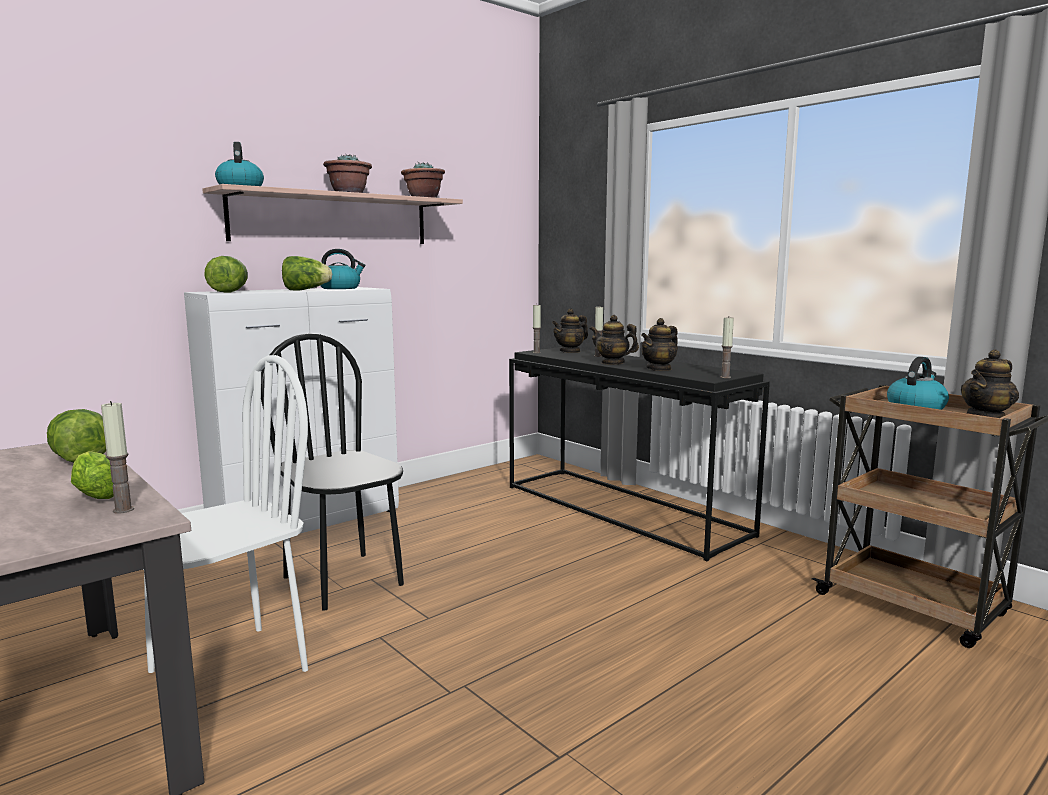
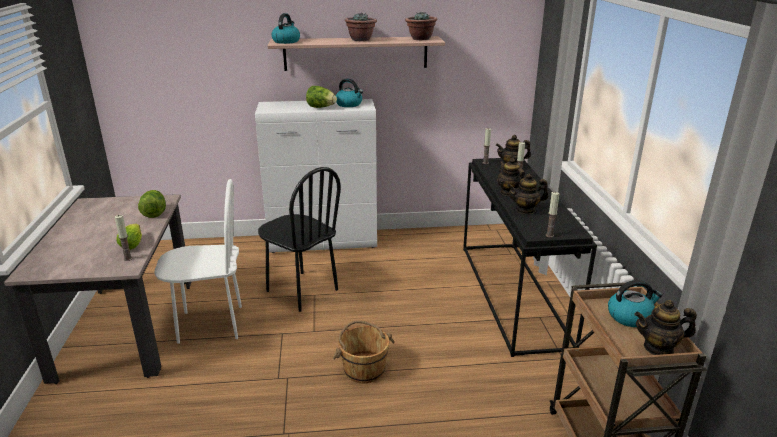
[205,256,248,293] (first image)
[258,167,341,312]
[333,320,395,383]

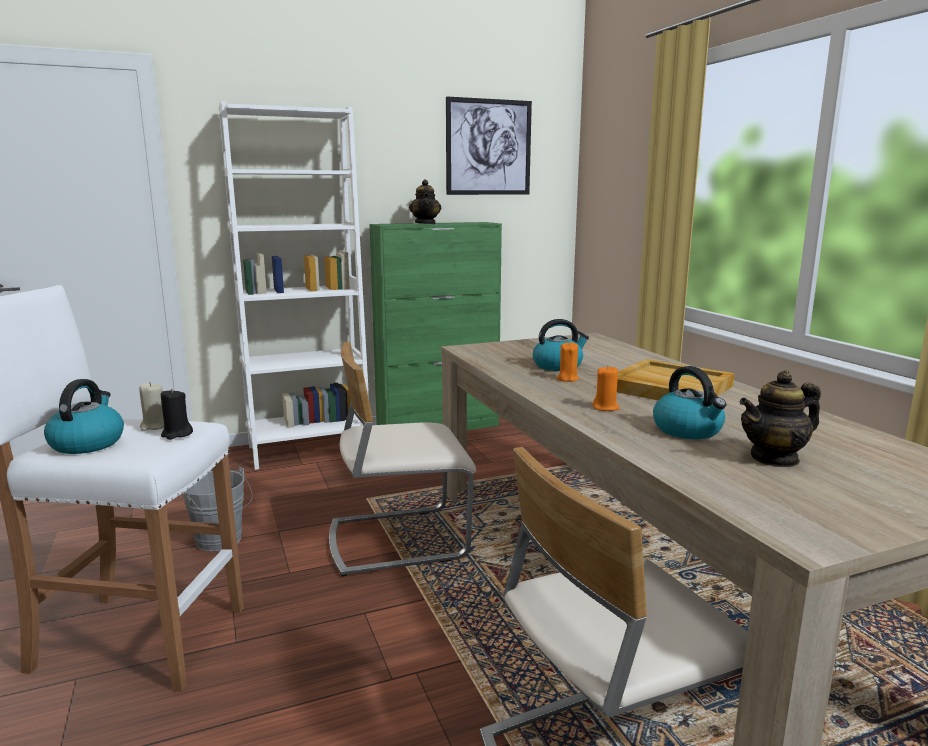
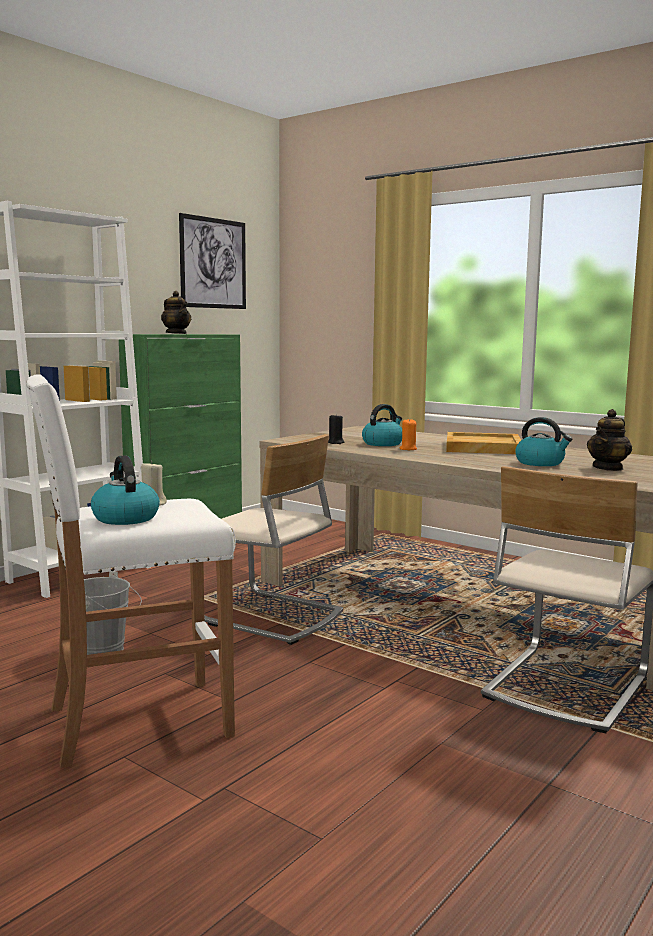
[328,413,344,444]
[204,434,343,645]
[593,365,620,411] (first image)

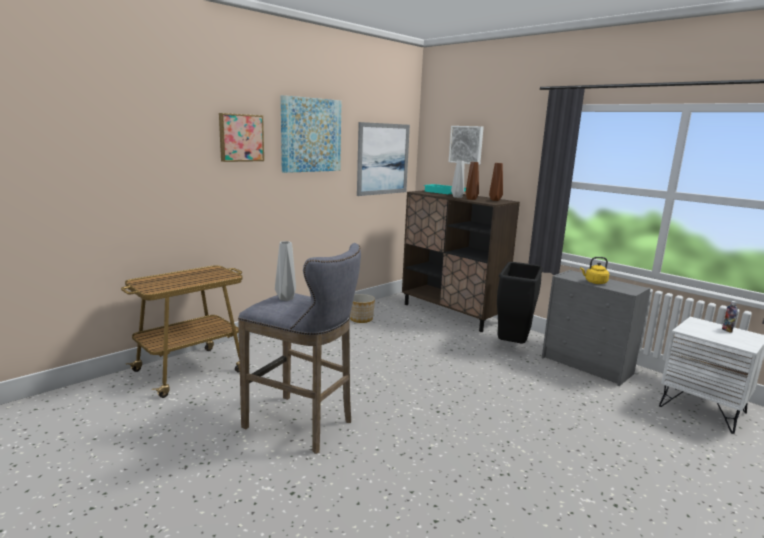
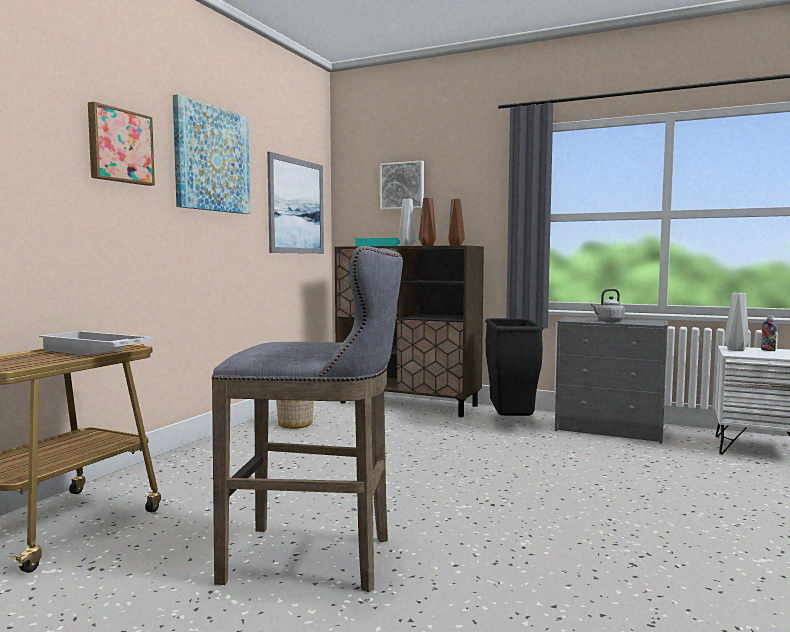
[725,292,749,351]
[591,289,625,322]
[39,331,152,355]

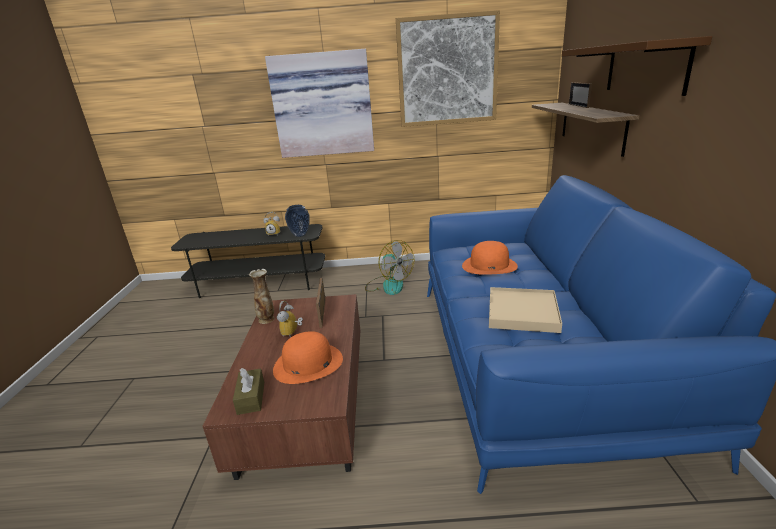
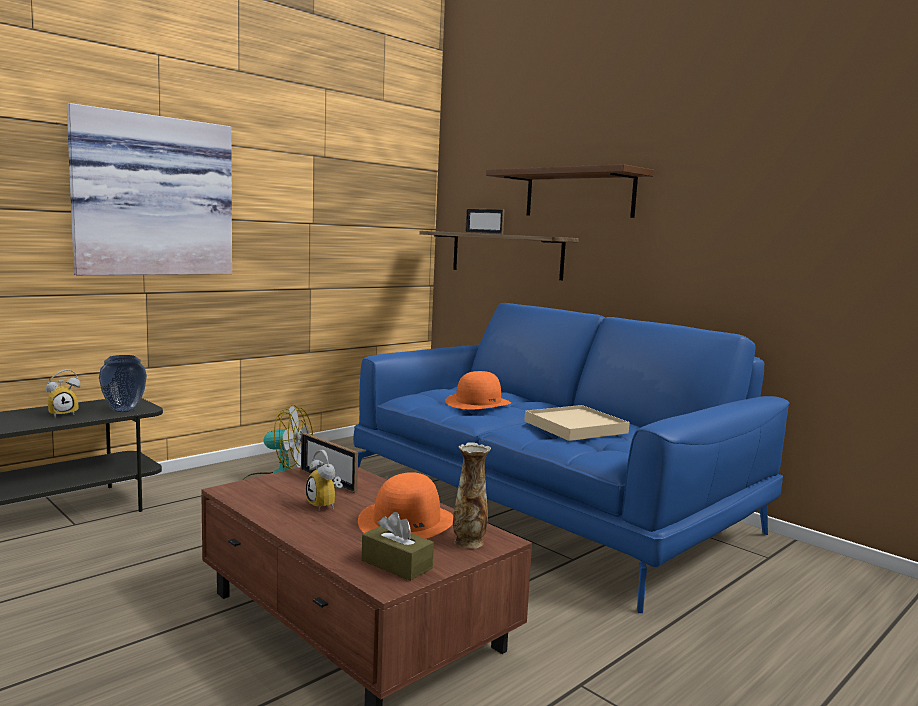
[453,442,491,549]
[396,10,500,127] (first image)

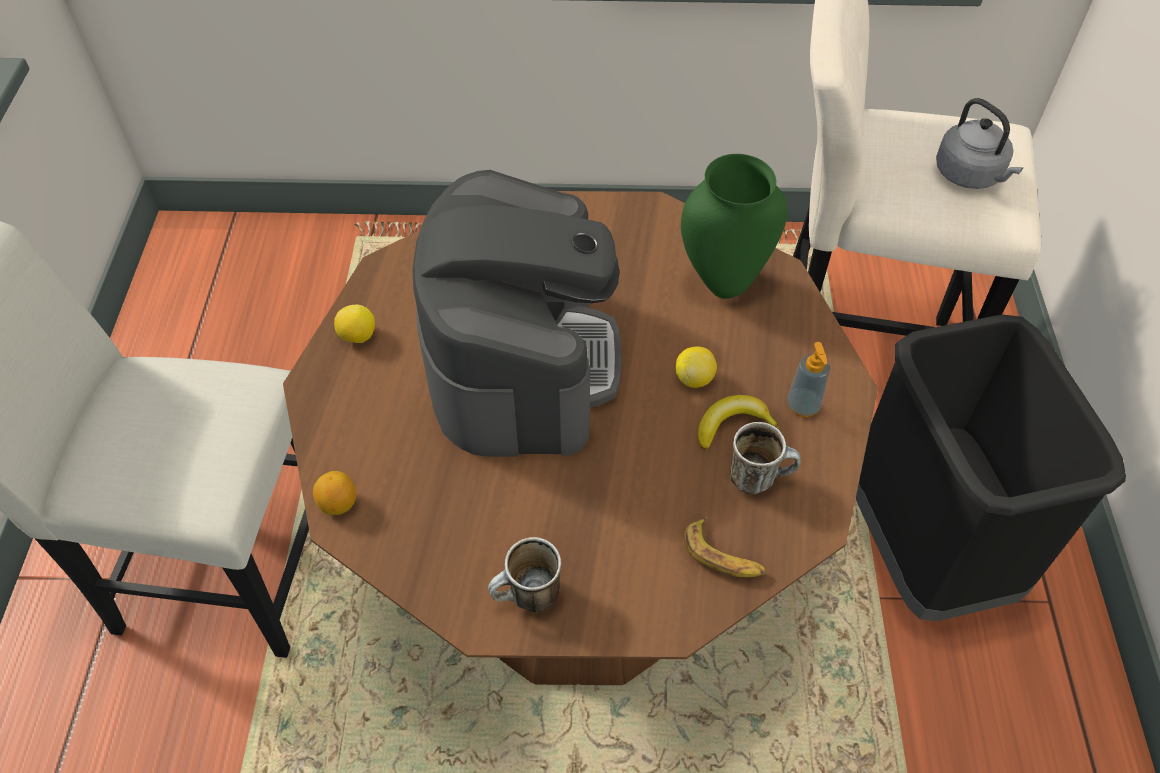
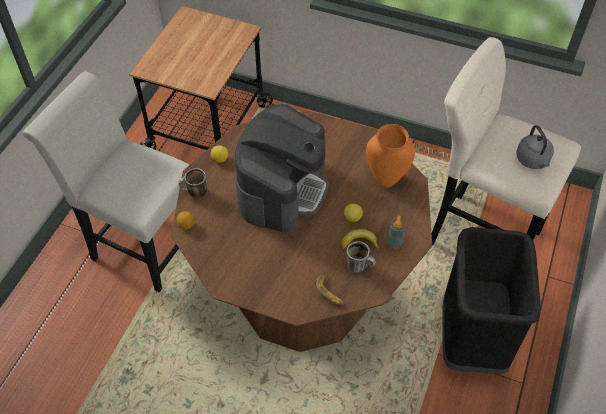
[178,168,207,198]
[366,124,415,187]
[129,6,273,150]

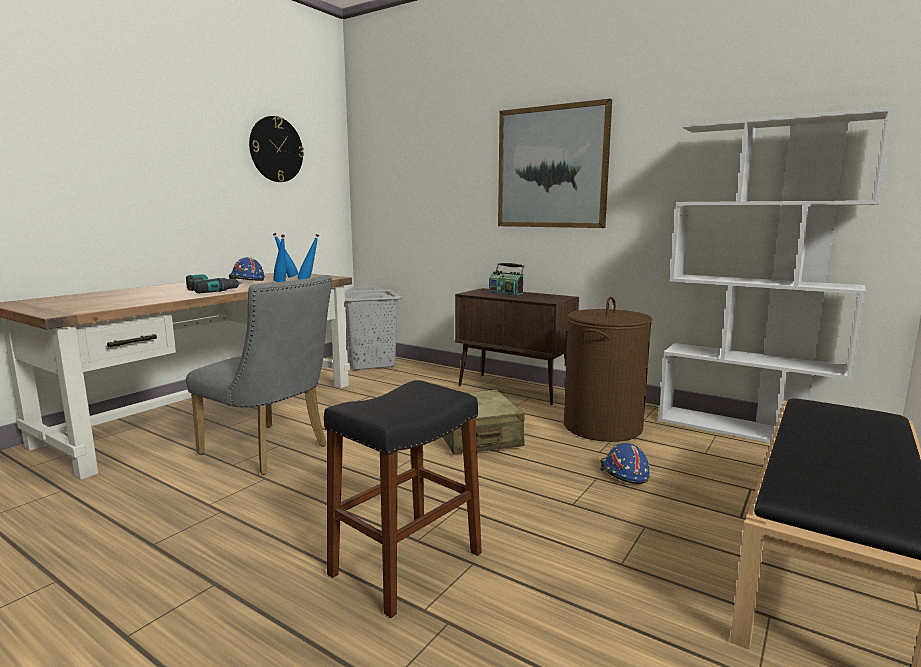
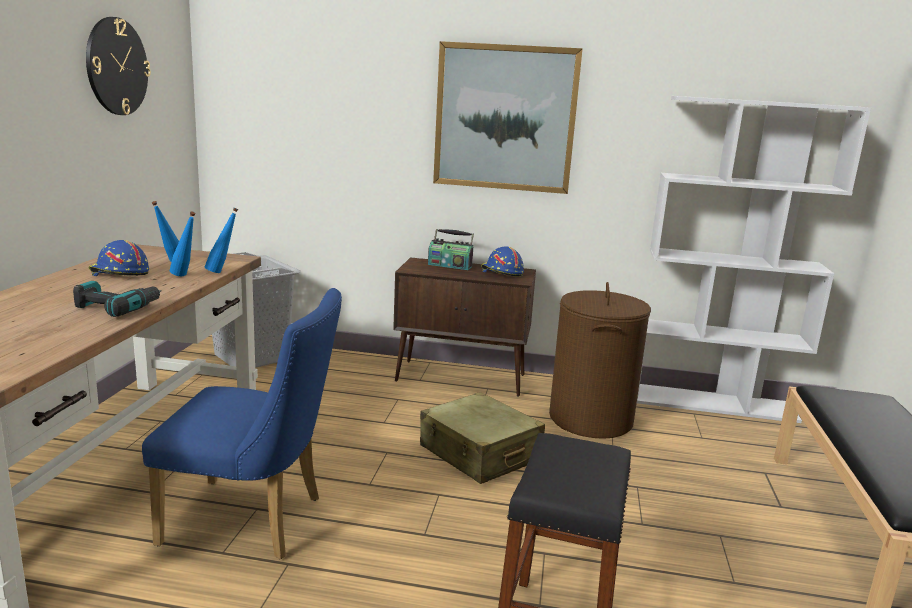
[142,288,342,559]
[481,246,524,276]

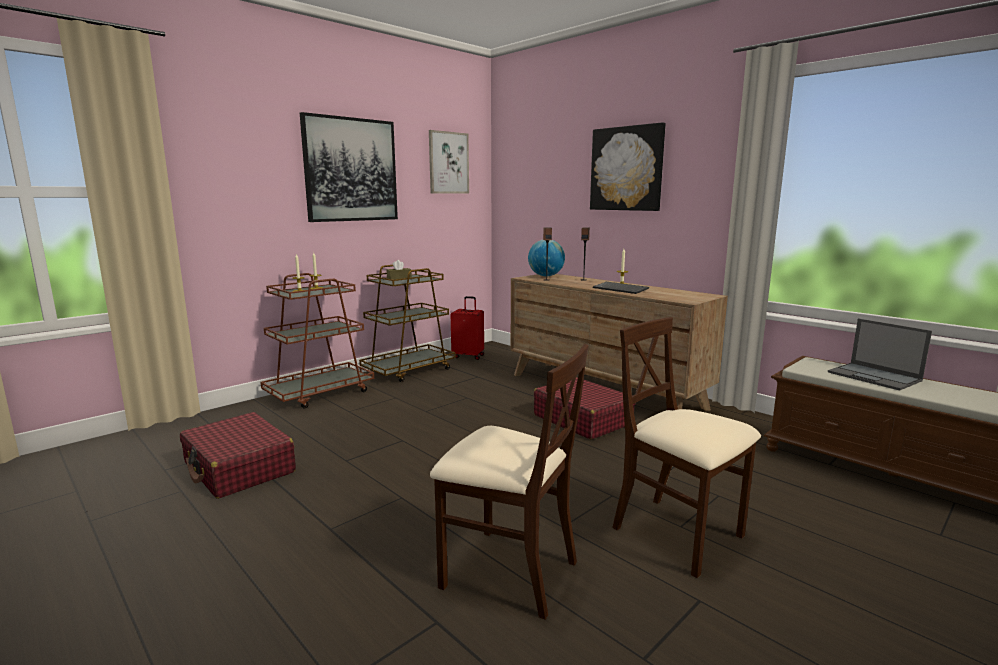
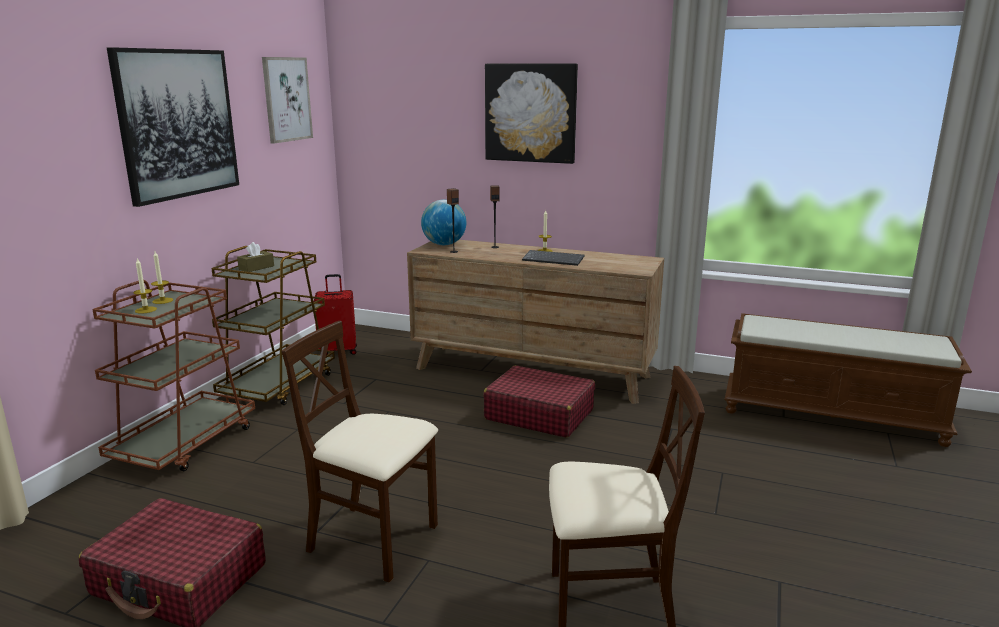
[281,321,438,583]
[828,318,932,391] (first image)

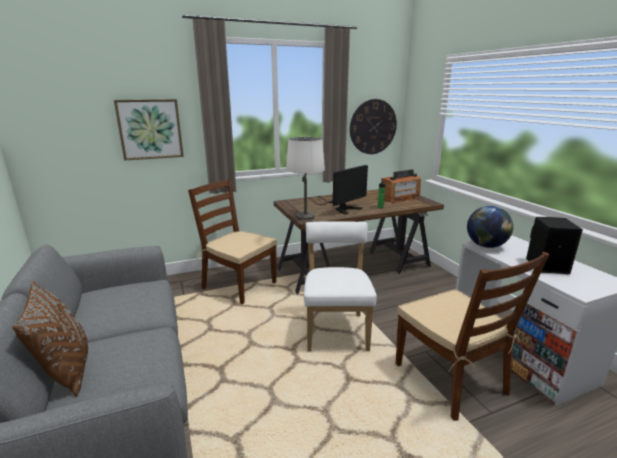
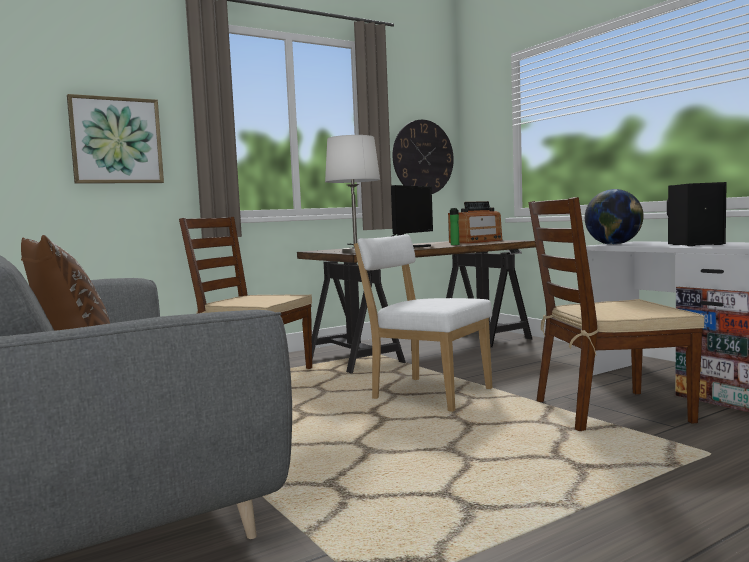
[354,234,492,412]
[528,197,705,431]

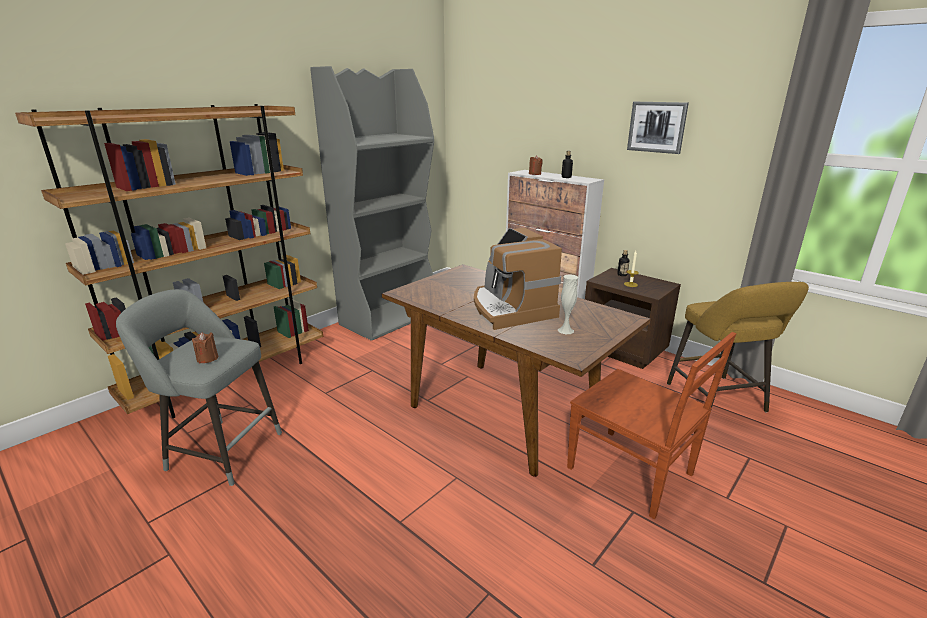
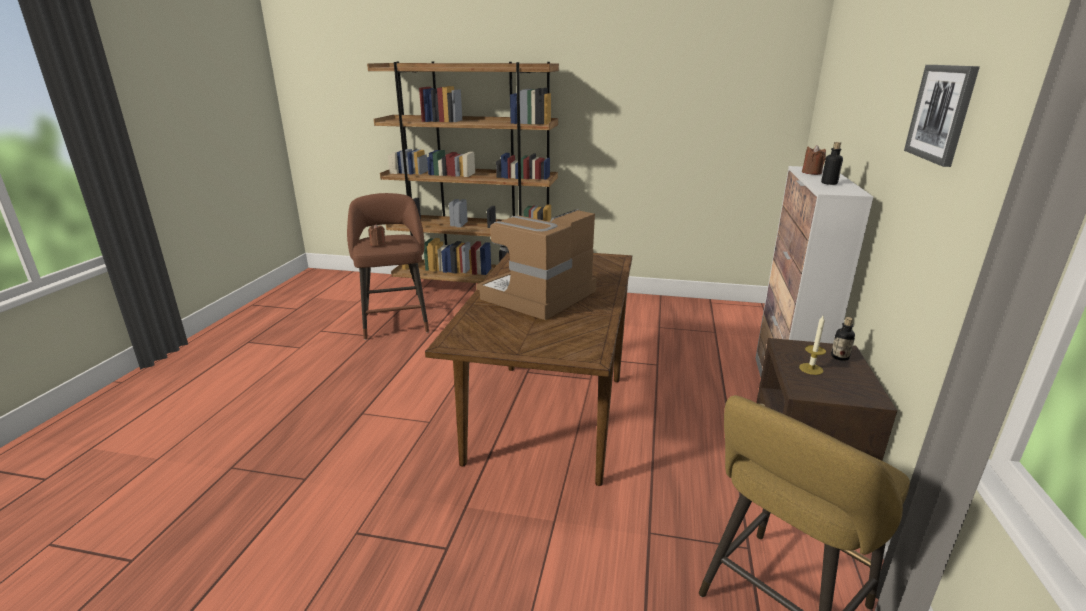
[347,193,429,340]
[310,66,434,341] (first image)
[558,274,578,334] (first image)
[567,332,736,519] (first image)

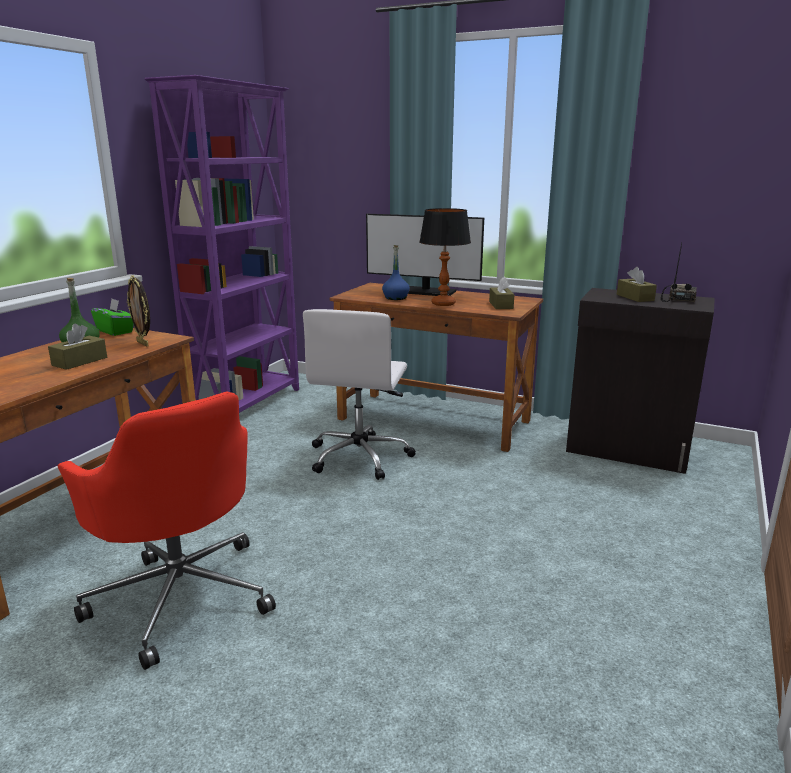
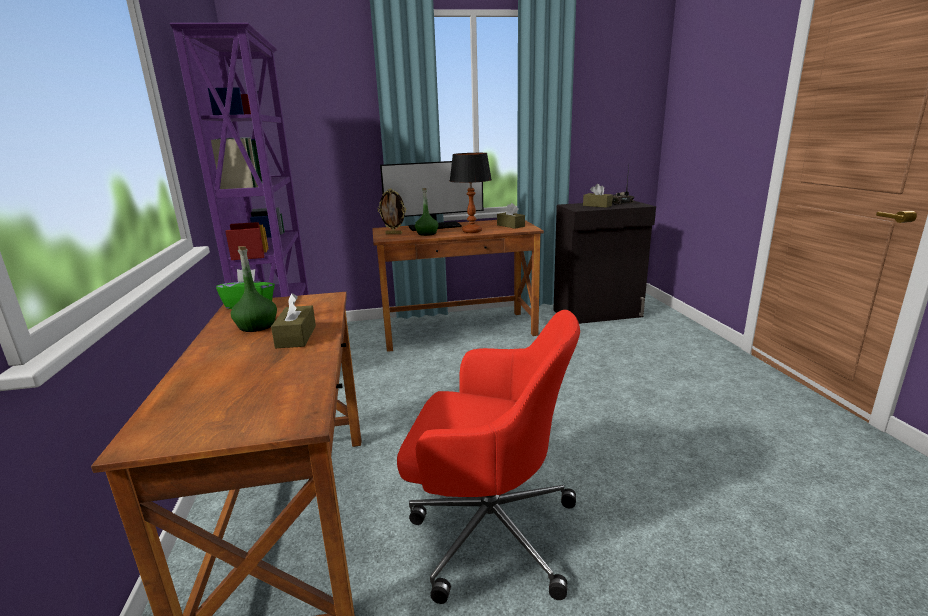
[377,189,406,234]
[303,309,416,480] (first image)
[415,188,438,236]

